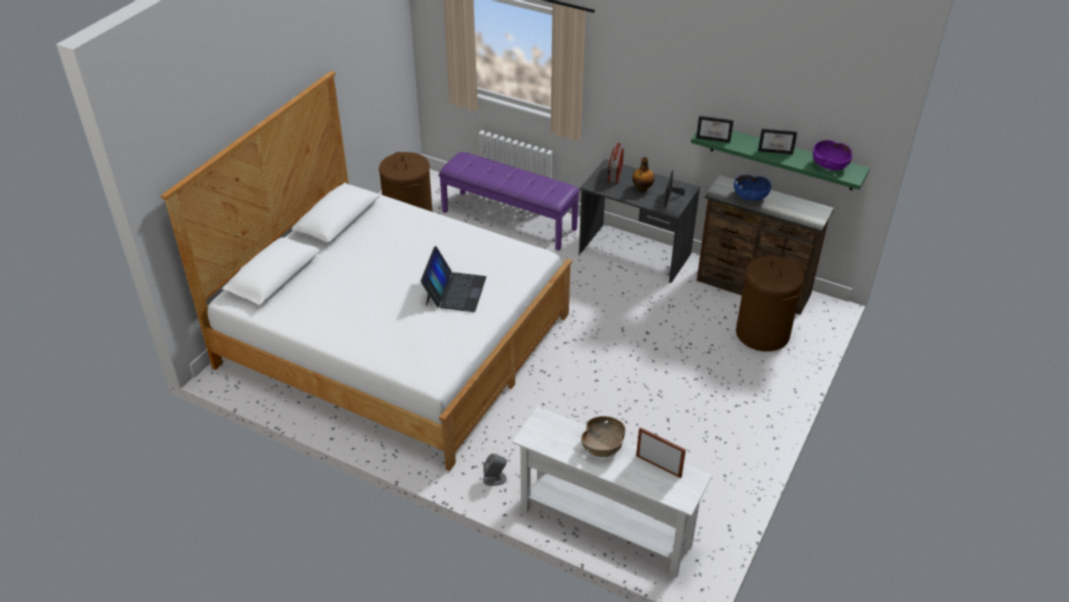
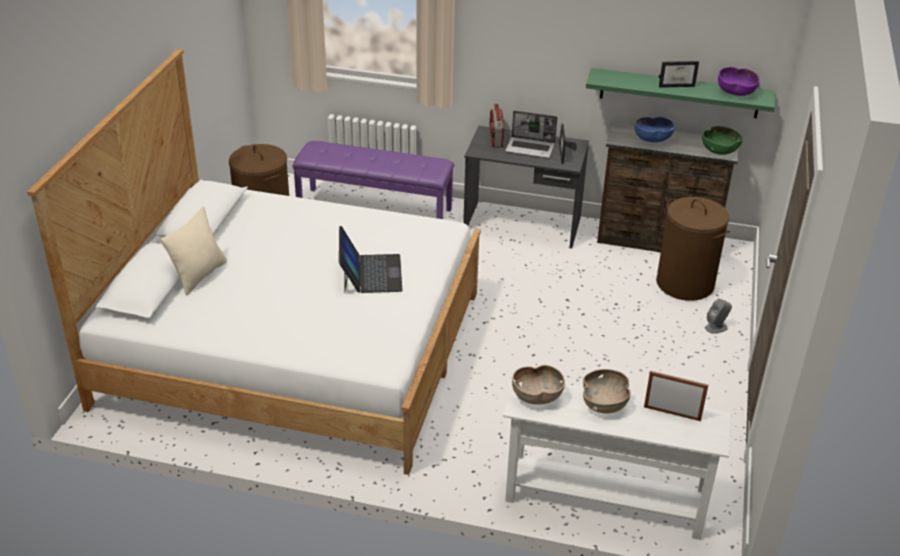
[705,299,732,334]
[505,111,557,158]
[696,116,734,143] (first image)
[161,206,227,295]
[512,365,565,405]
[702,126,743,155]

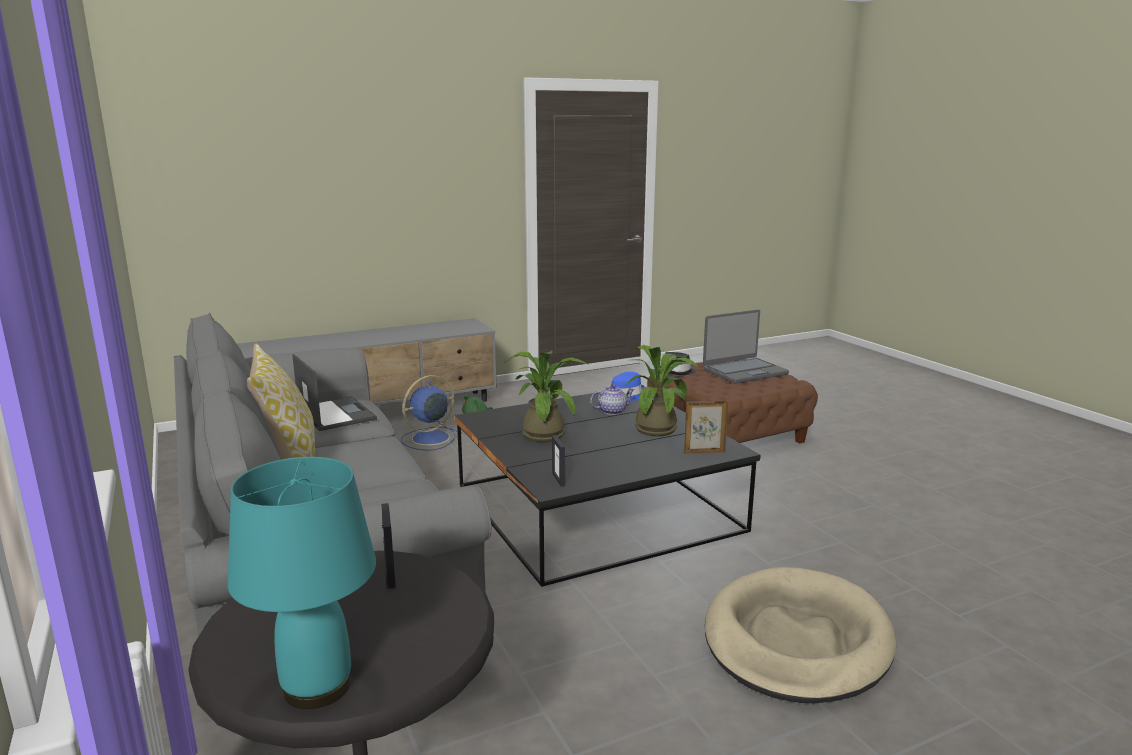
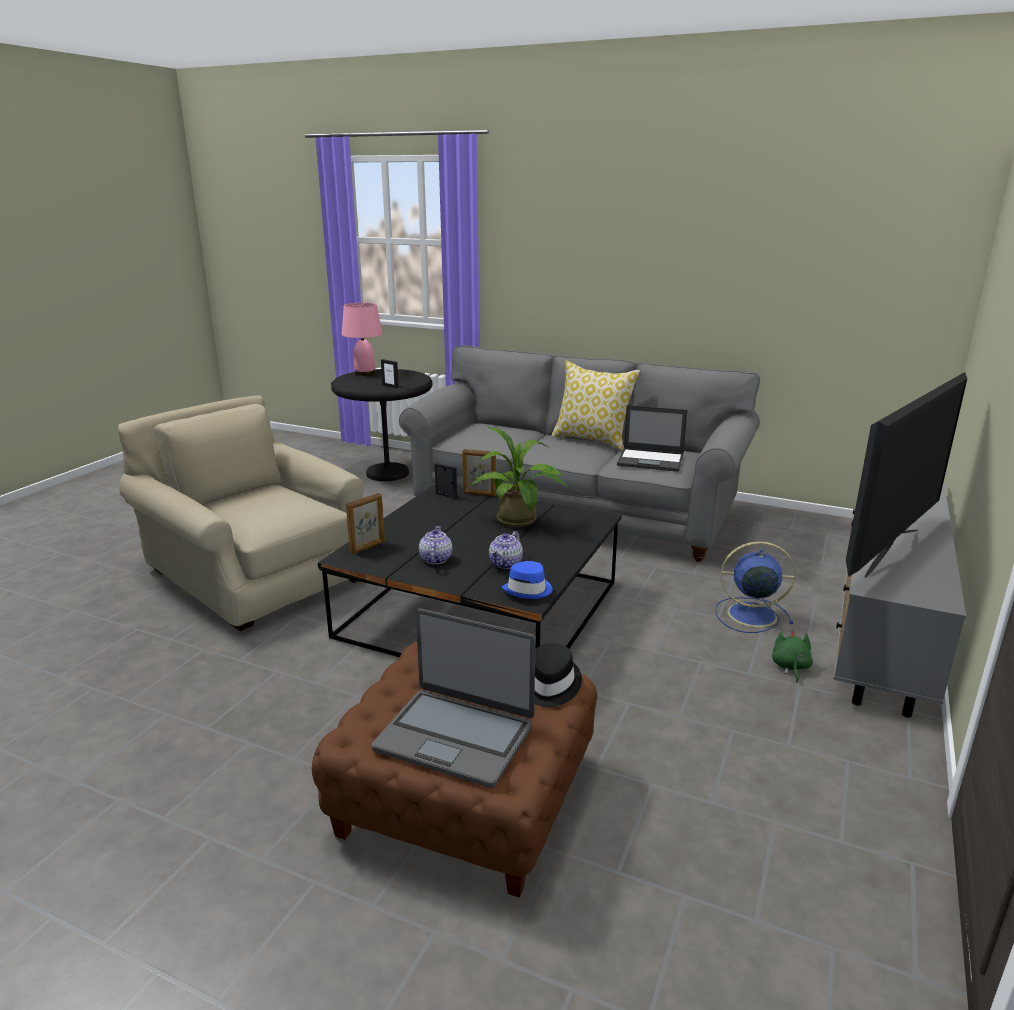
[342,303,383,376]
[715,541,796,633]
[419,526,453,564]
[372,609,536,788]
[118,395,364,631]
[462,449,496,496]
[846,372,967,578]

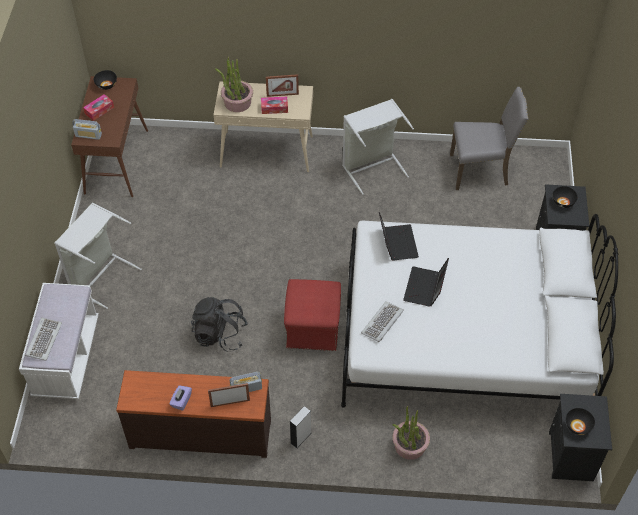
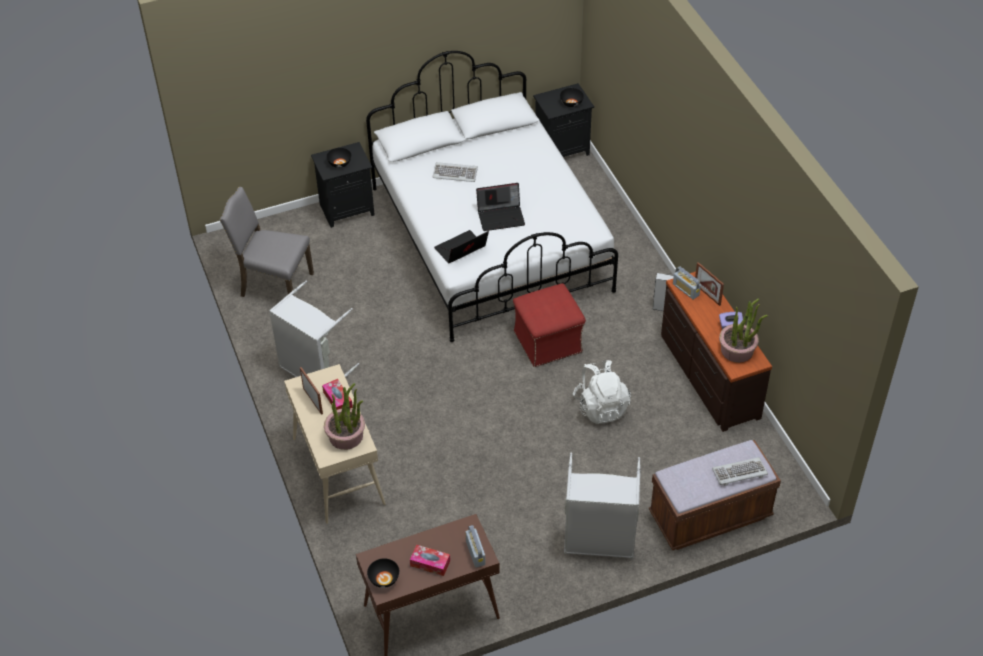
[649,440,781,551]
[573,360,631,424]
[432,162,478,182]
[719,299,768,363]
[219,187,314,297]

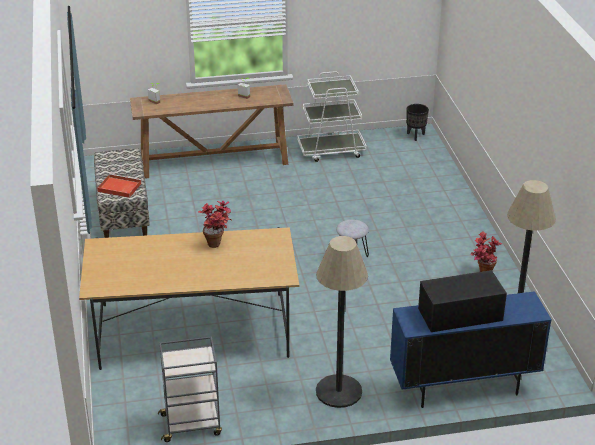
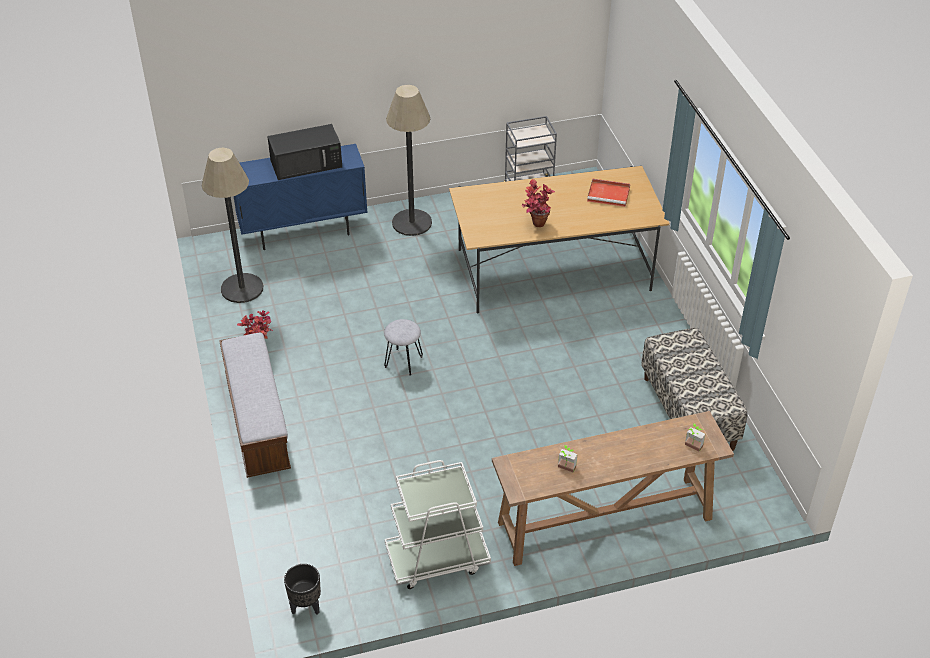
[587,179,630,207]
[219,332,291,478]

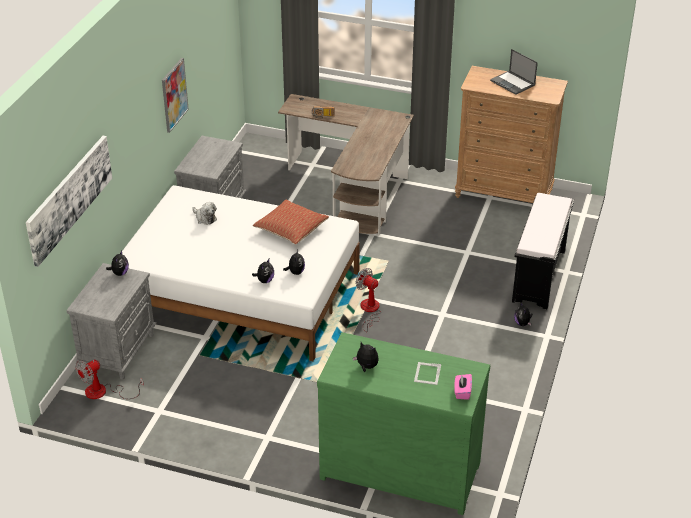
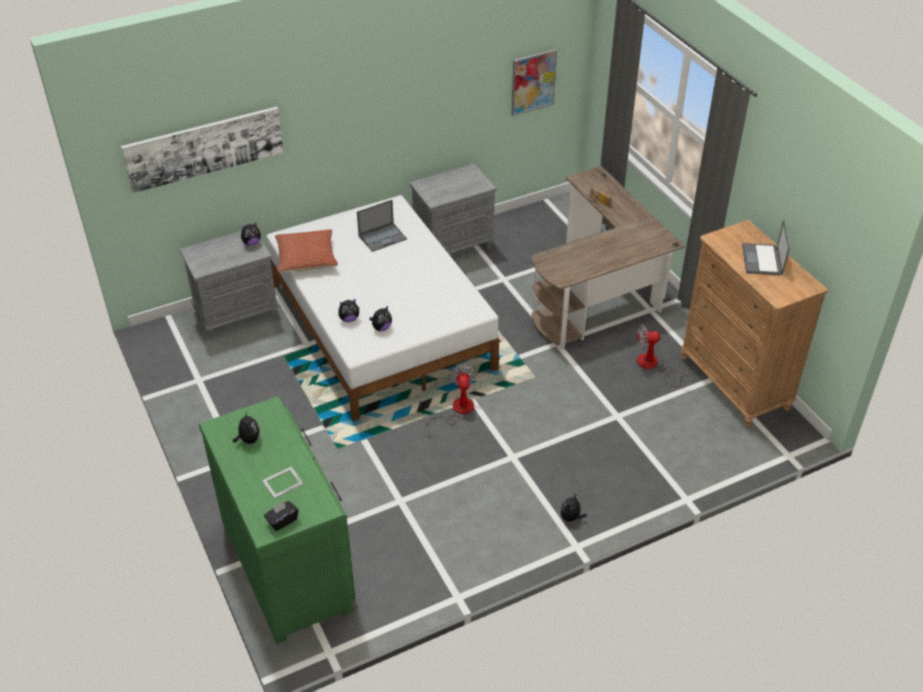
[637,324,688,386]
[511,49,557,116]
[357,200,407,252]
[275,229,338,272]
[264,501,299,531]
[512,193,574,310] (first image)

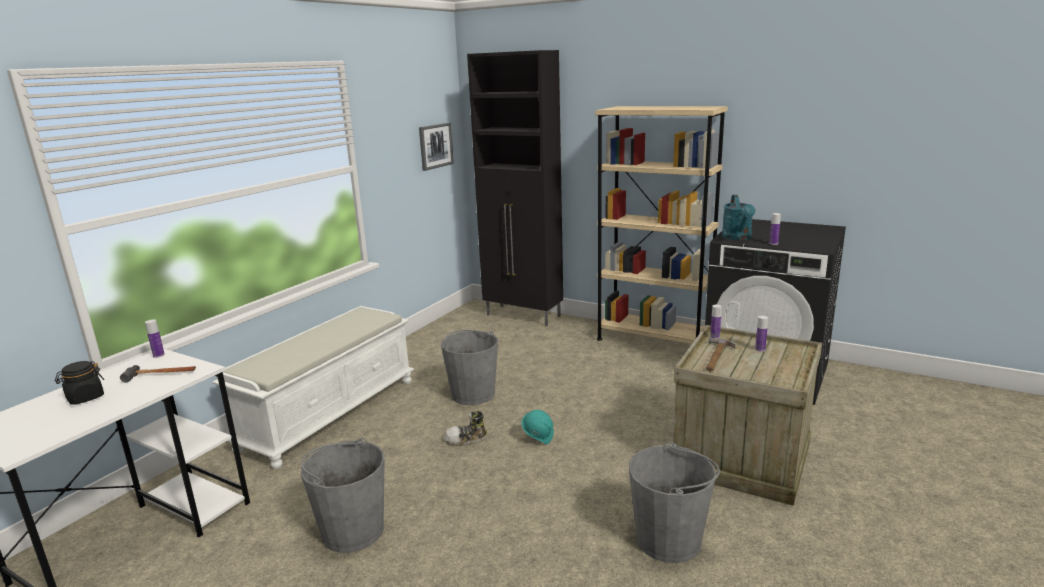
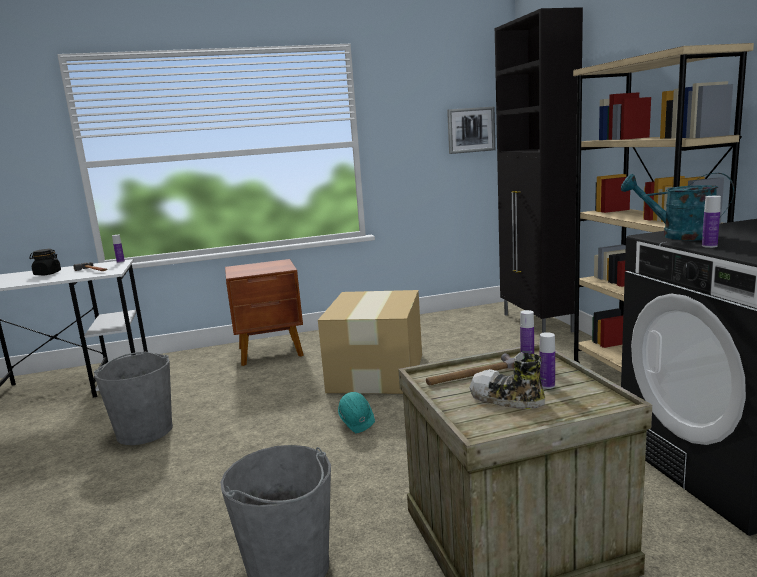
[225,259,304,366]
[318,290,422,394]
[469,352,545,409]
[621,173,734,240]

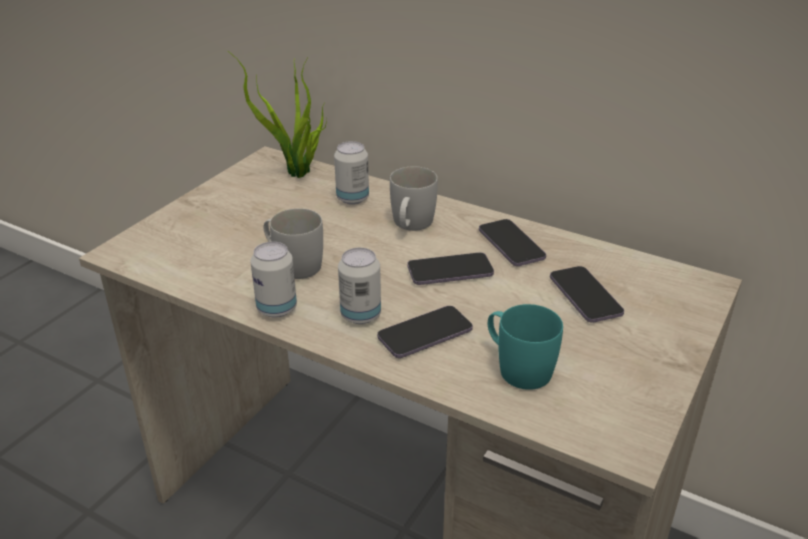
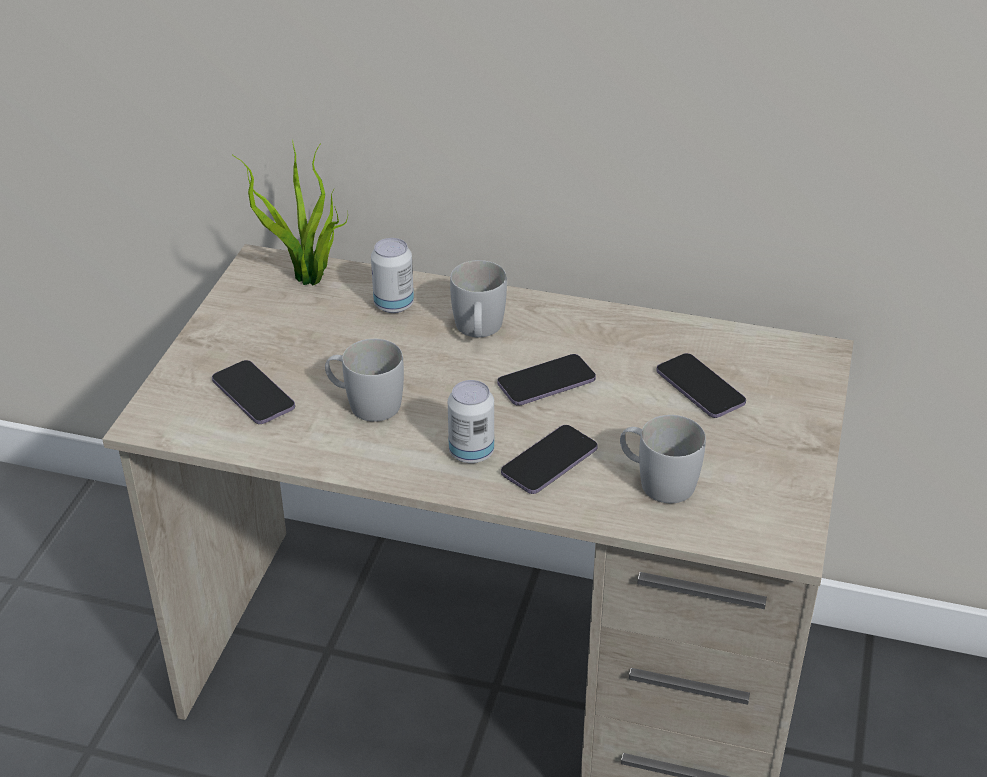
[250,242,297,318] (first image)
[212,360,295,424]
[620,415,706,503]

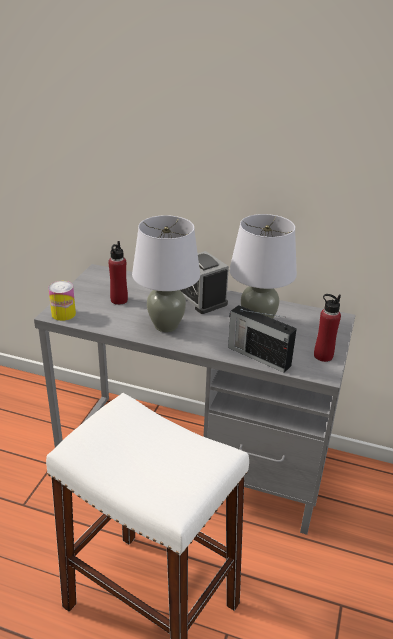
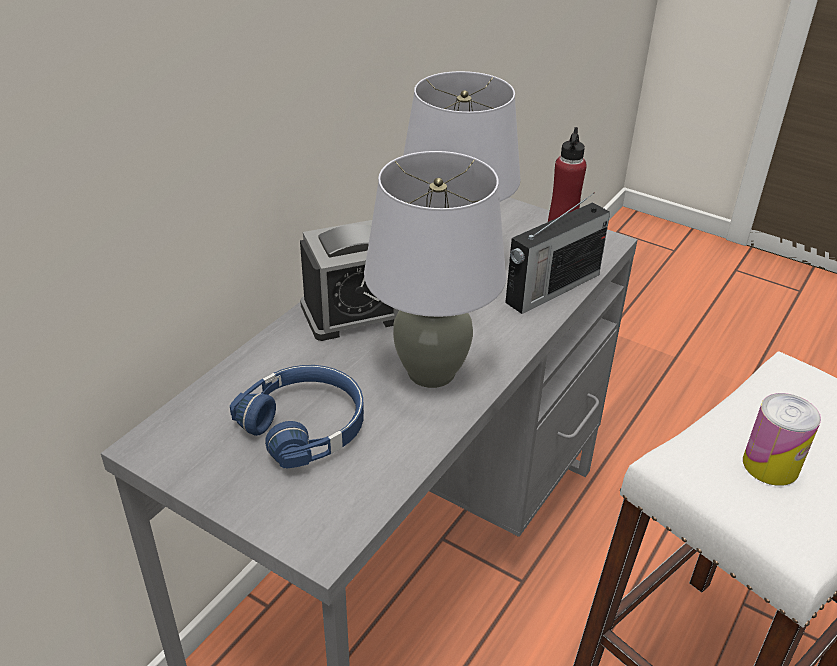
[743,393,821,486]
[230,365,364,469]

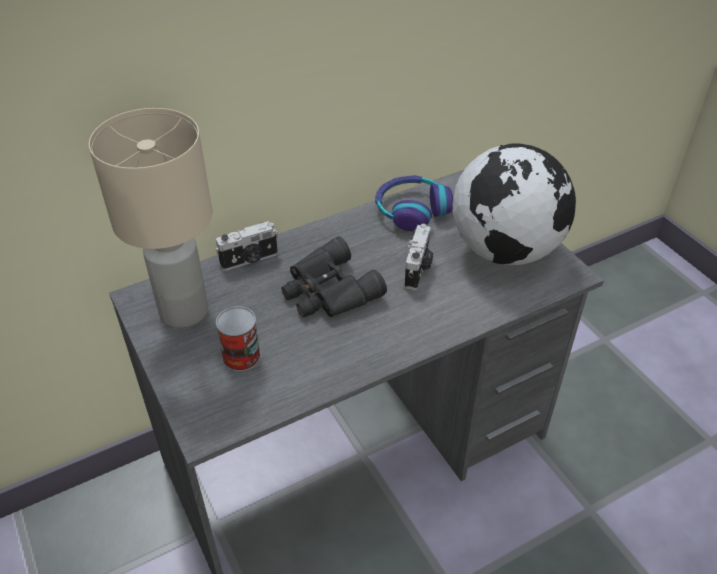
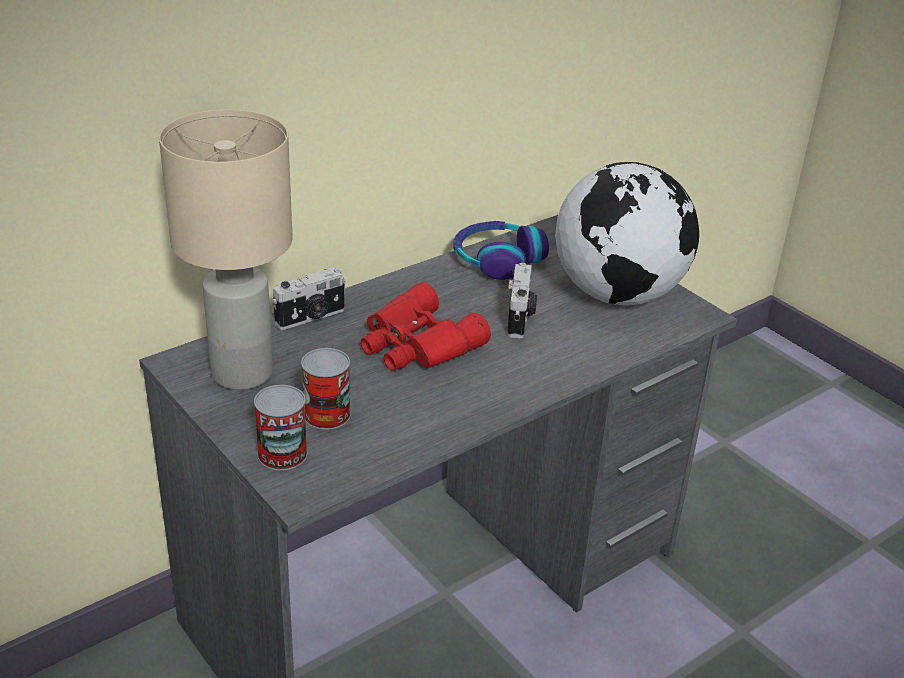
[361,282,491,371]
[254,385,308,471]

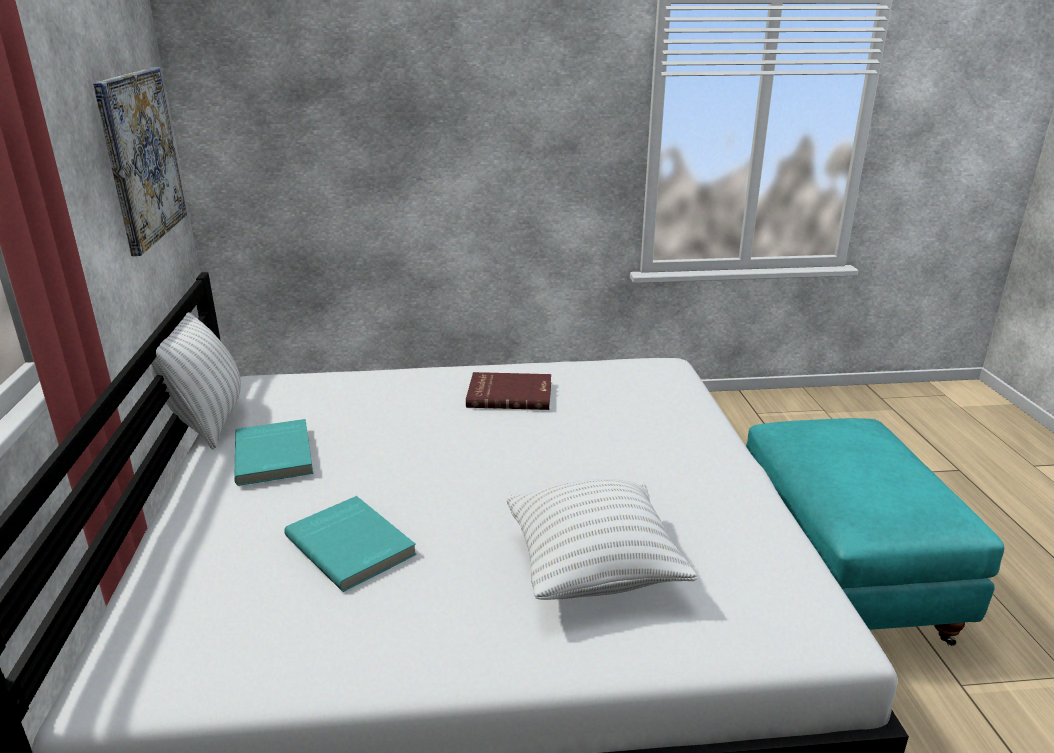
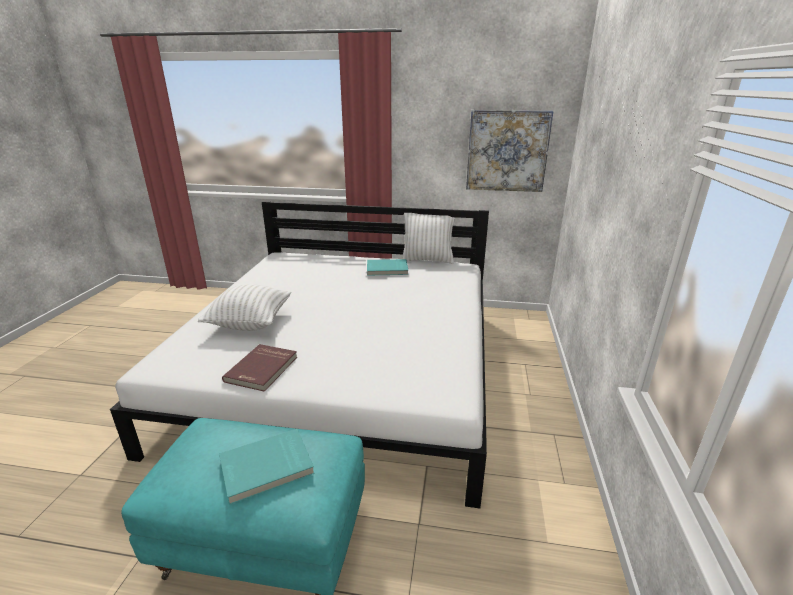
[219,429,315,505]
[222,344,297,392]

